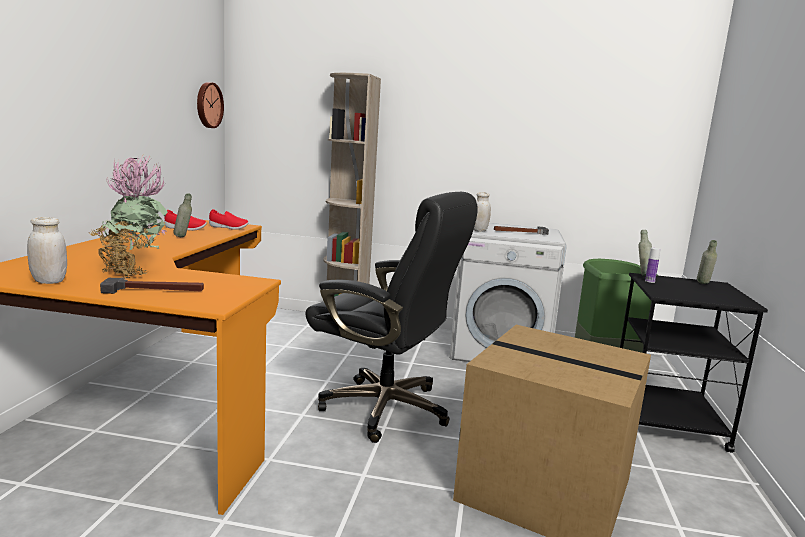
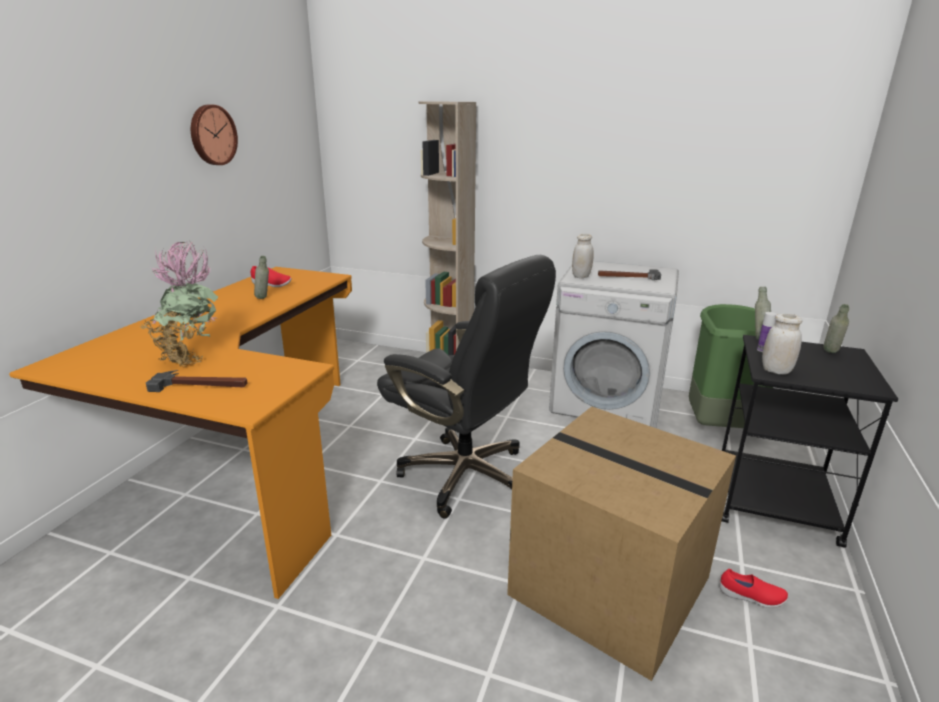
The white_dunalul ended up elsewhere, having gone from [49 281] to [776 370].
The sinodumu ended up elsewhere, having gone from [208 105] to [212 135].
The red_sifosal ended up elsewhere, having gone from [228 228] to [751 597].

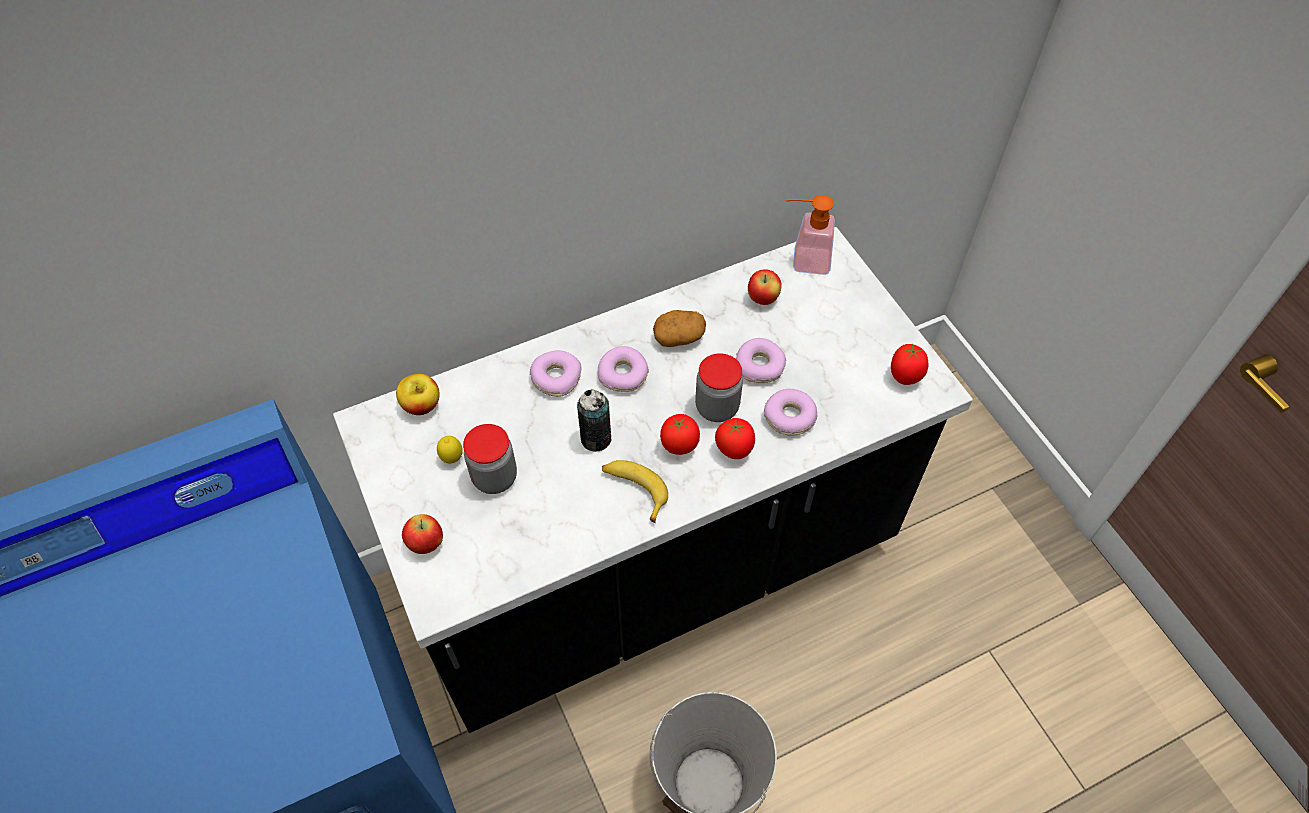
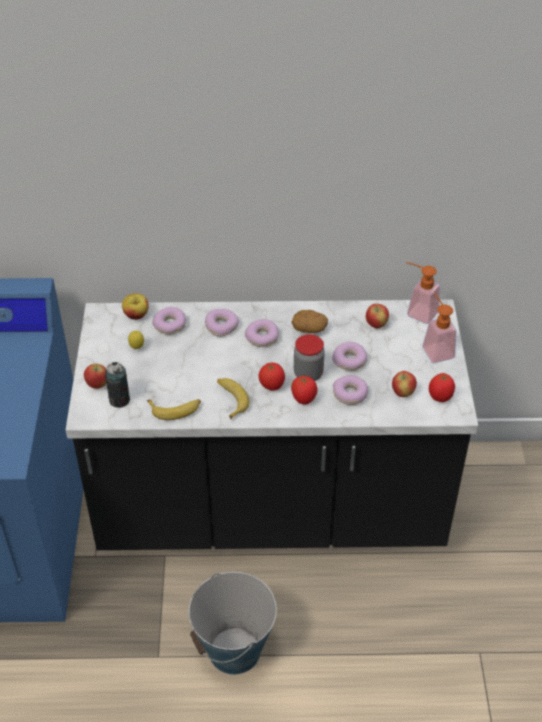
The second view lost the dunalul at [495 477].
The second view gained the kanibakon at [175 410].
The second view gained the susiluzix at [170 325].
The second view gained the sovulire at [403 393].
The second view gained the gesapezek at [435 349].
The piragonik ended up elsewhere, having gone from [596 439] to [119 400].

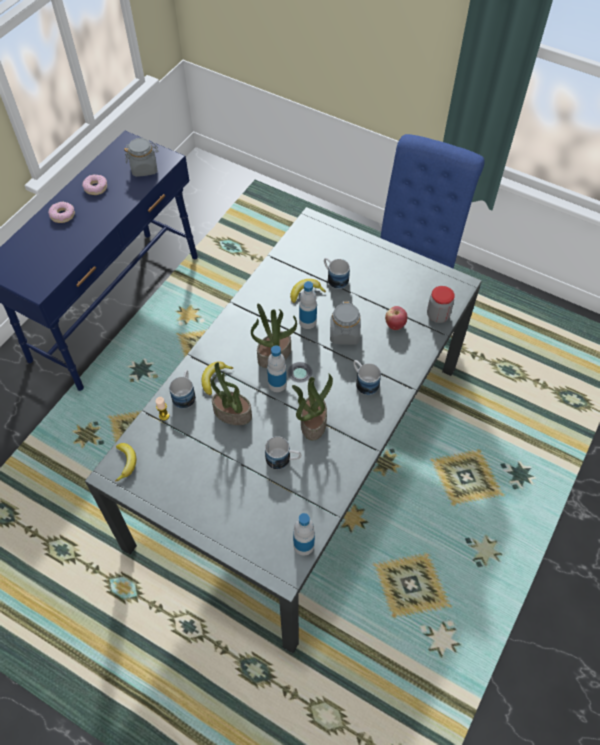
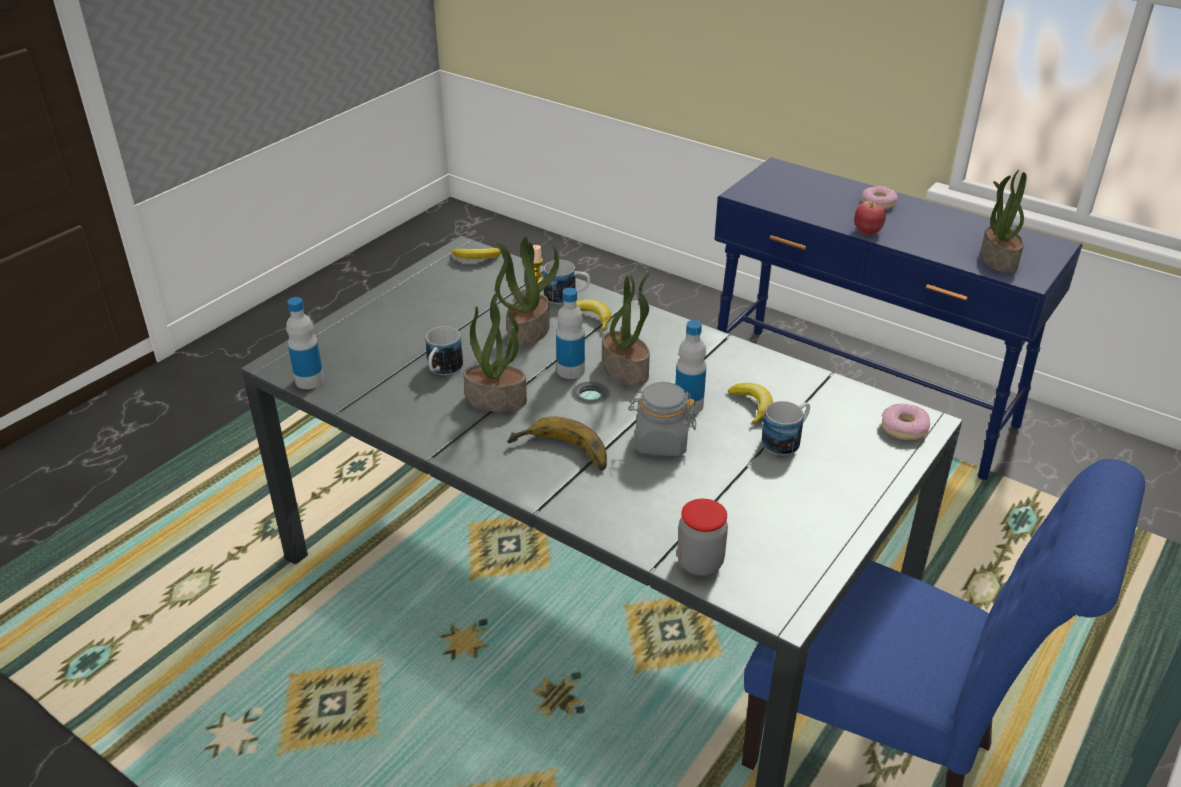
The susiluzix ended up elsewhere, having gone from [96 188] to [904 428].
The sovulire ended up elsewhere, having gone from [395 325] to [867 231].
Where the grey_dunalul stood at [144 168], the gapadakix came to stand at [997 259].
Where the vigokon stood at [364 382], the kanibakon came to stand at [560 455].

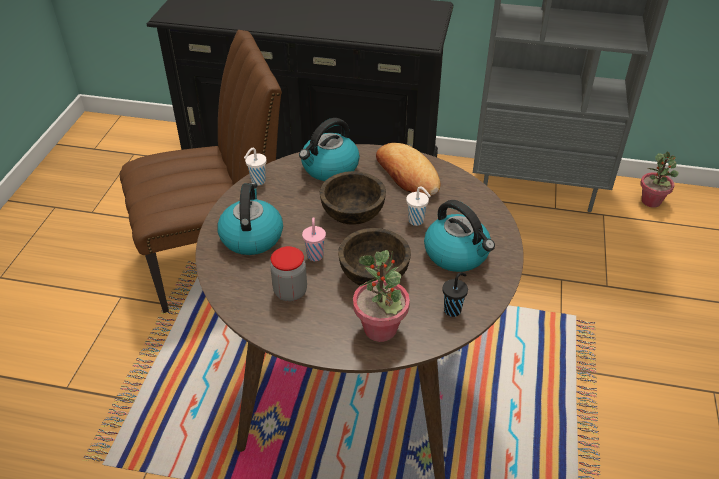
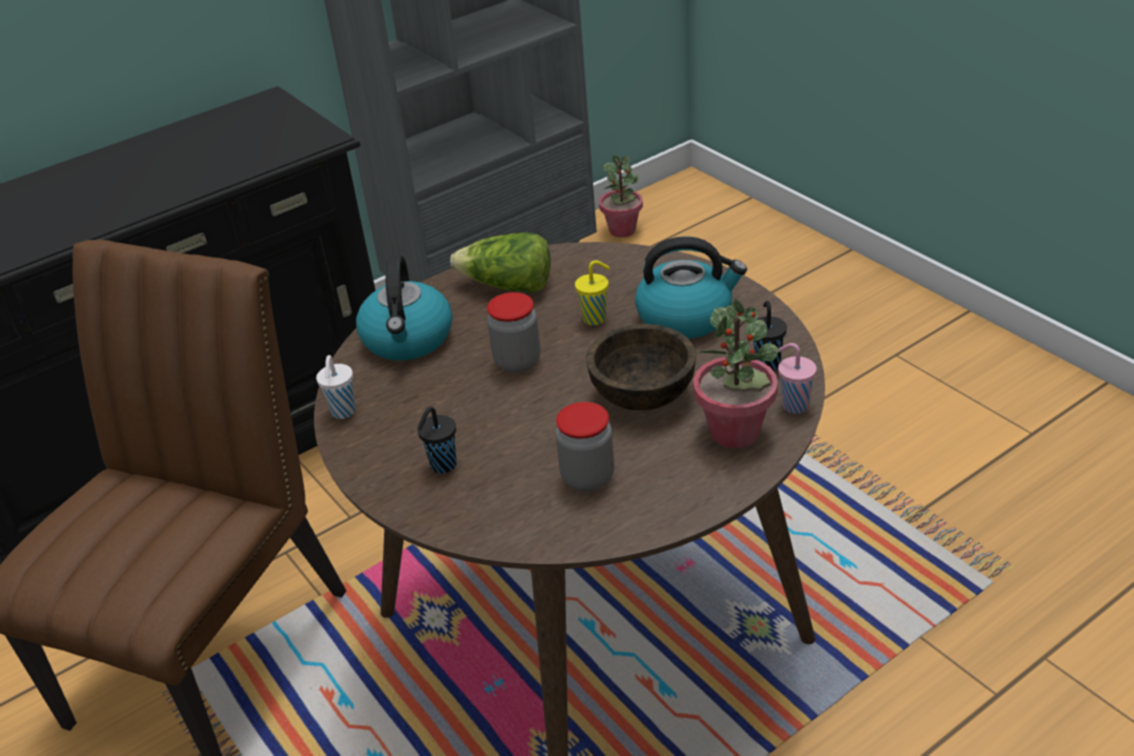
The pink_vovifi ended up elsewhere, having gone from [315 255] to [793 405].
Where the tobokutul stood at [251 236], the black_vovifi came to stand at [442 466].
Where the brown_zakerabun stood at [352 214], the dunalul came to stand at [517 361].
Where the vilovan stood at [407 175], the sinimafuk came to stand at [508 286].
What was the white_vovifi at [417 221] turned into the yellow_vovifi at [596 318].

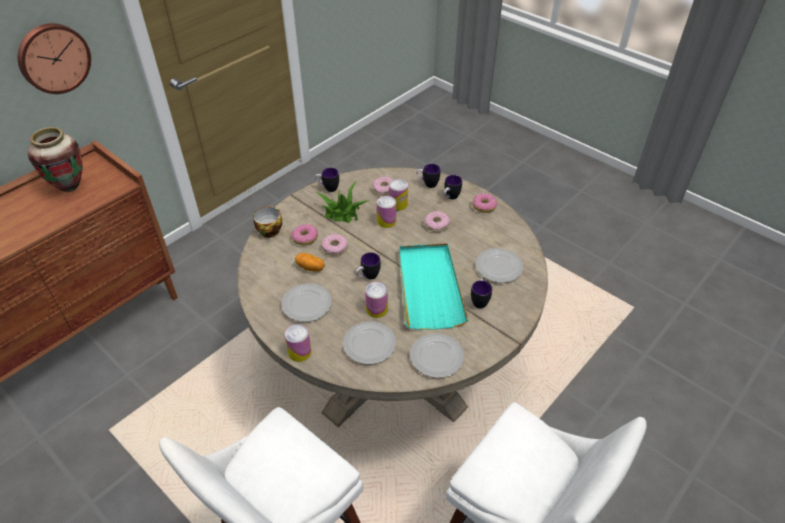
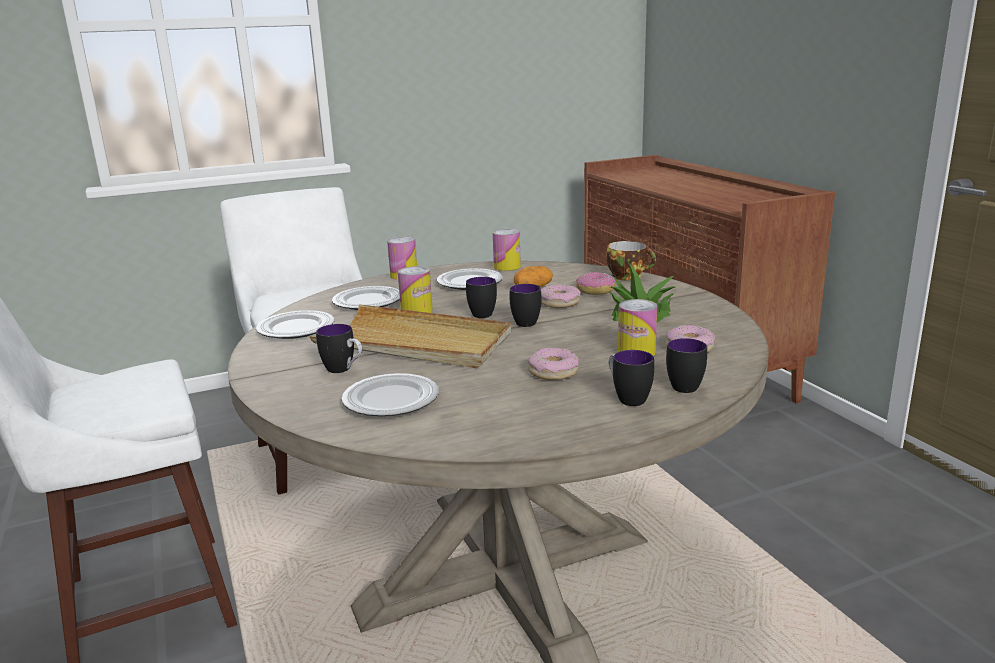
The second view lost the sinodumu at [53 58].
The second view lost the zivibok at [70 187].
The second view lost the susiluzix at [484 206].
The vigokon ended up elsewhere, having gone from [328 188] to [529 321].
The piragonik ended up elsewhere, having gone from [386 221] to [507 267].
What was the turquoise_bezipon at [429 287] turned into the beige_bezipon at [415 343].

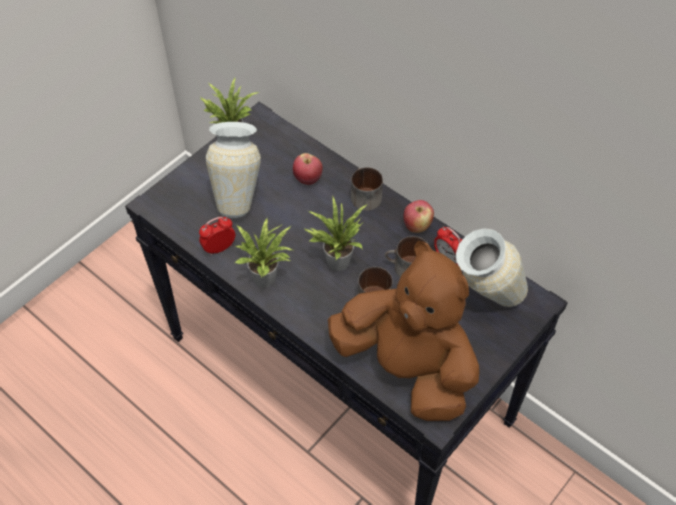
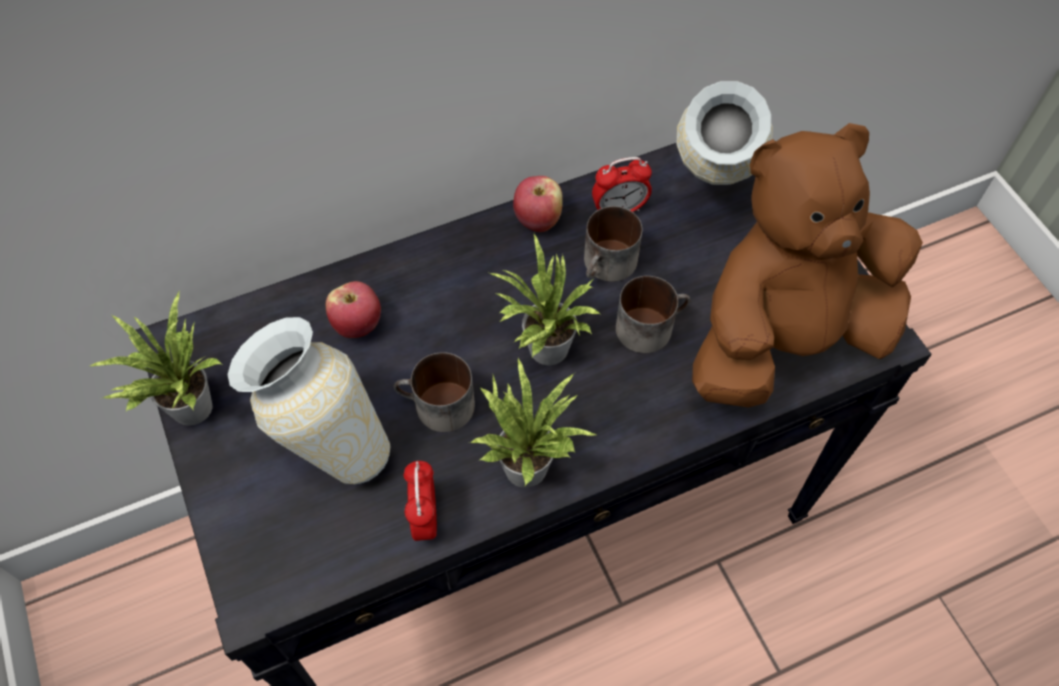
The vigokon ended up elsewhere, having gone from [363 195] to [436 407].

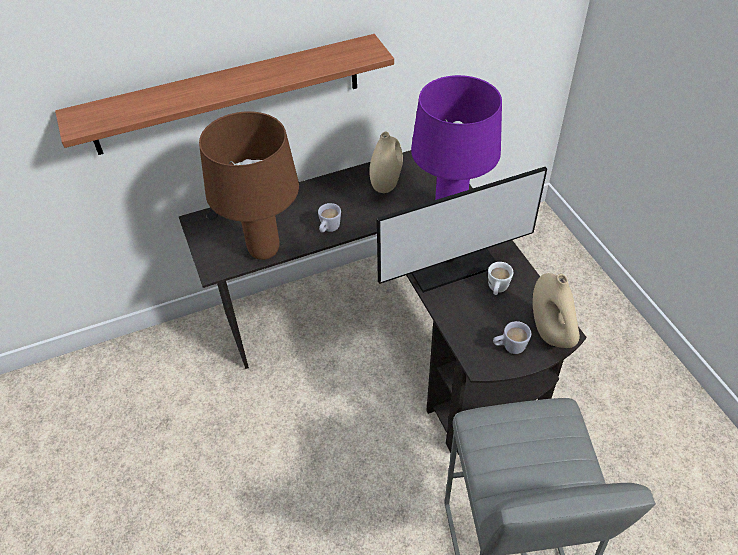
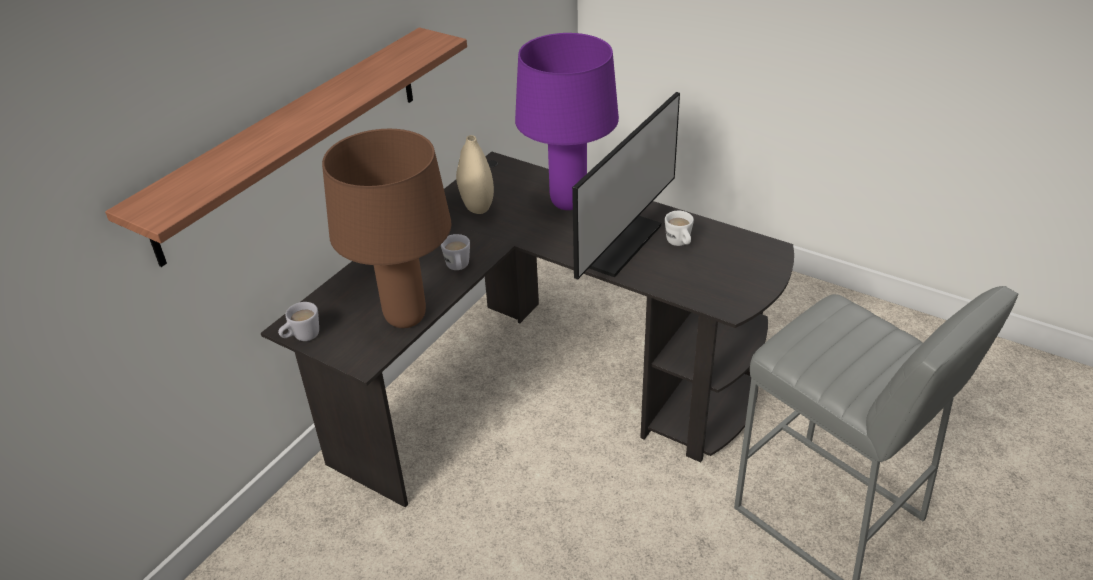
The second view lost the beige_zivibok at [550 332].
The white_vigokon ended up elsewhere, having gone from [509 347] to [302 337].

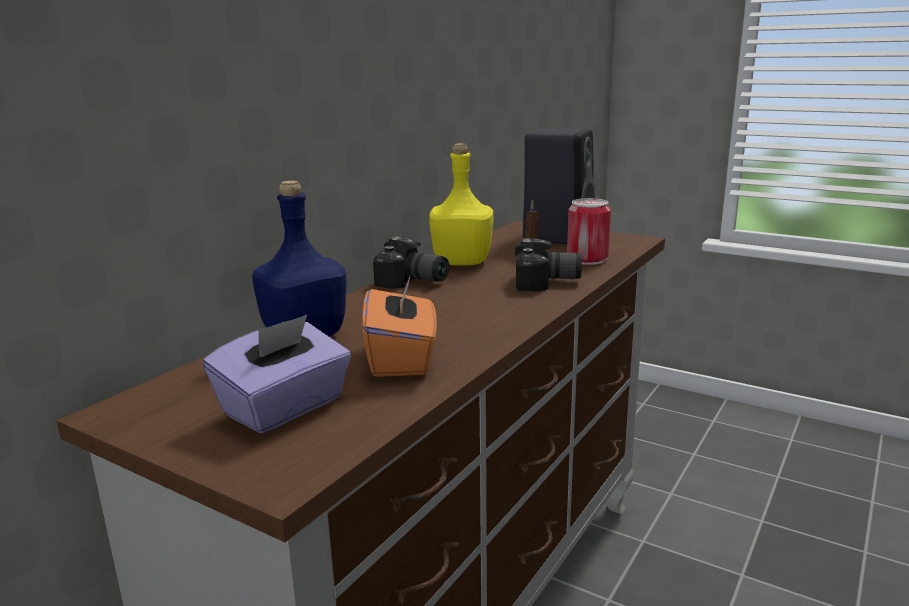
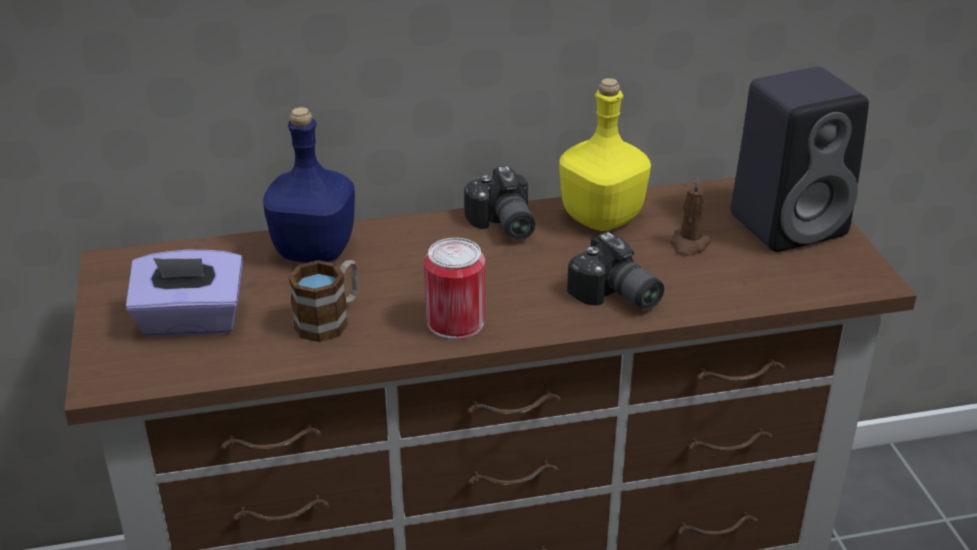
The piragonik ended up elsewhere, having gone from [587 259] to [455 322].
Where the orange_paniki stood at [402 359], the vigokon came to stand at [330 319].

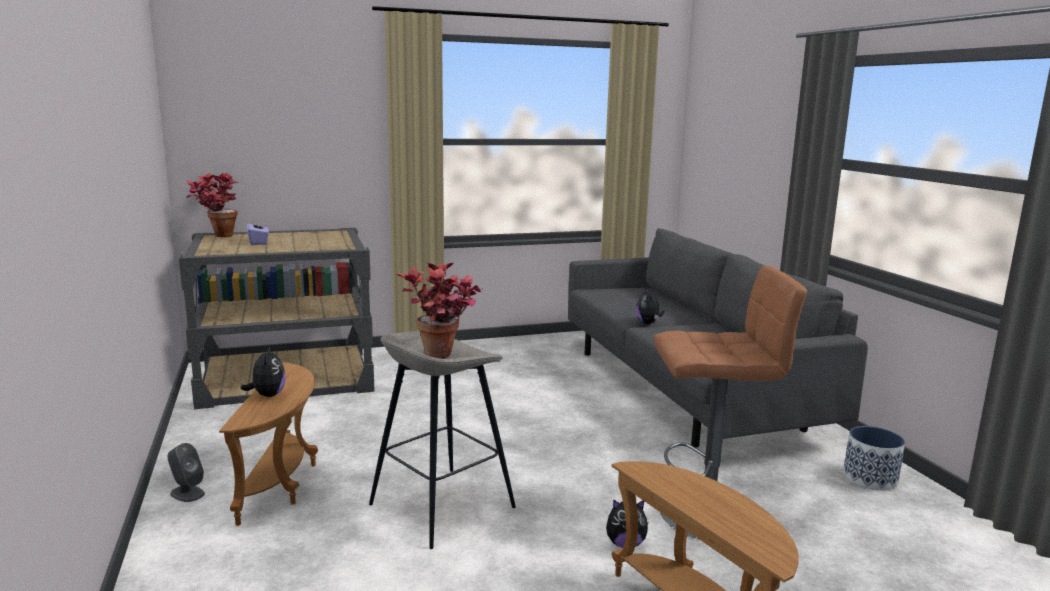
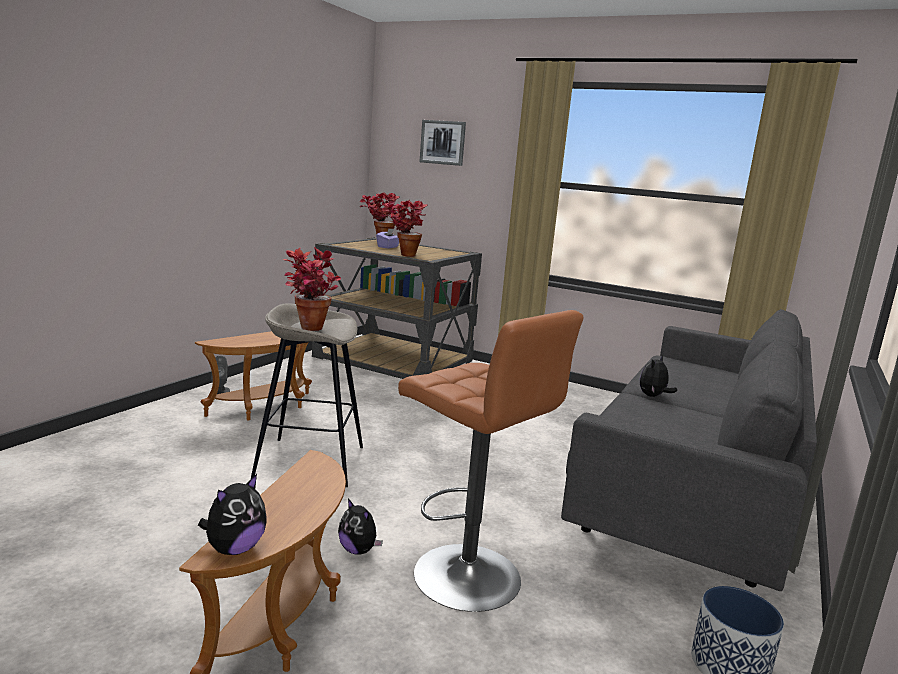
The second view gained the gapadakix at [402 254].
The second view gained the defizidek at [442 142].
The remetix ended up elsewhere, having gone from [267 395] to [234 548].

